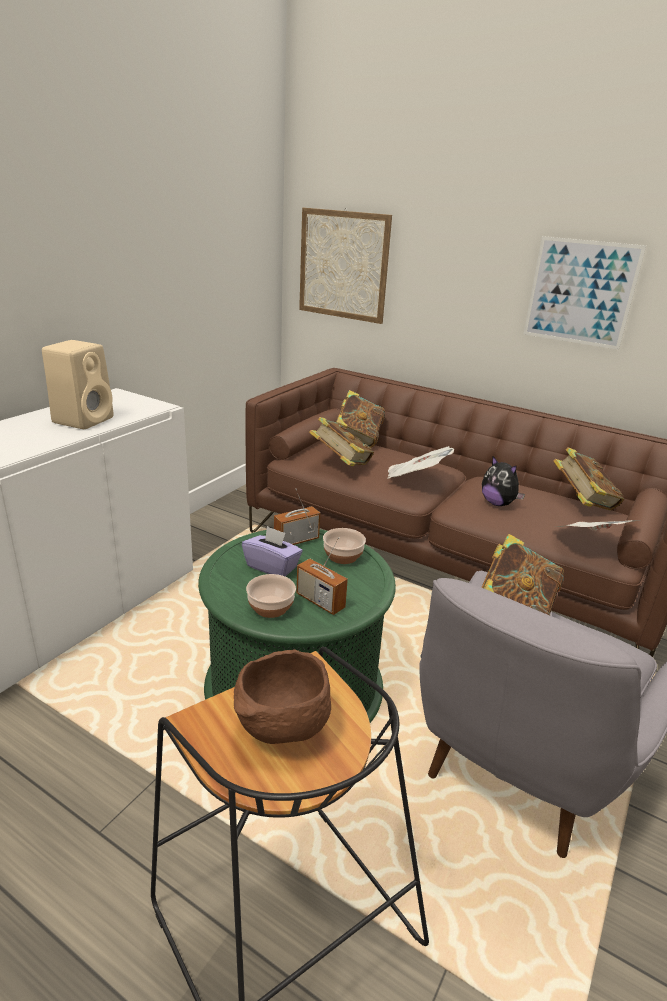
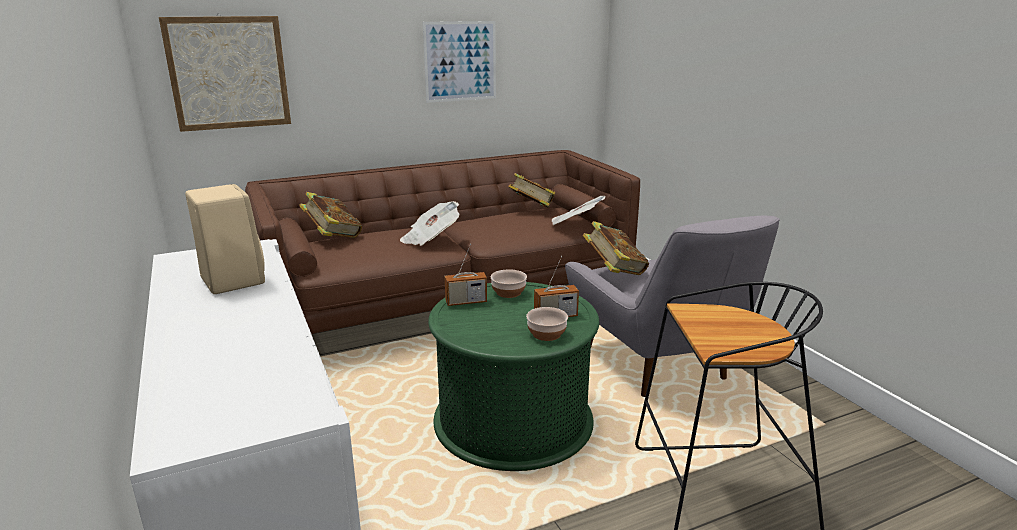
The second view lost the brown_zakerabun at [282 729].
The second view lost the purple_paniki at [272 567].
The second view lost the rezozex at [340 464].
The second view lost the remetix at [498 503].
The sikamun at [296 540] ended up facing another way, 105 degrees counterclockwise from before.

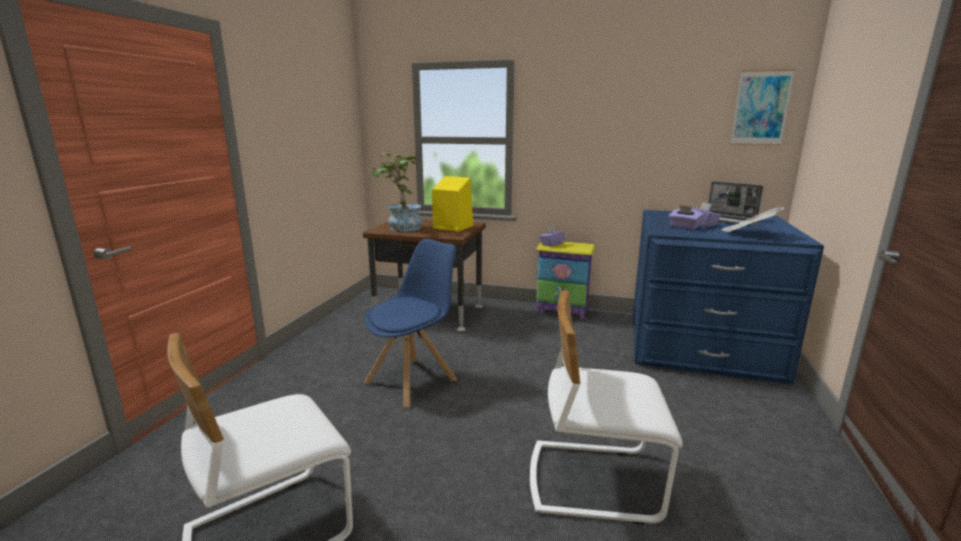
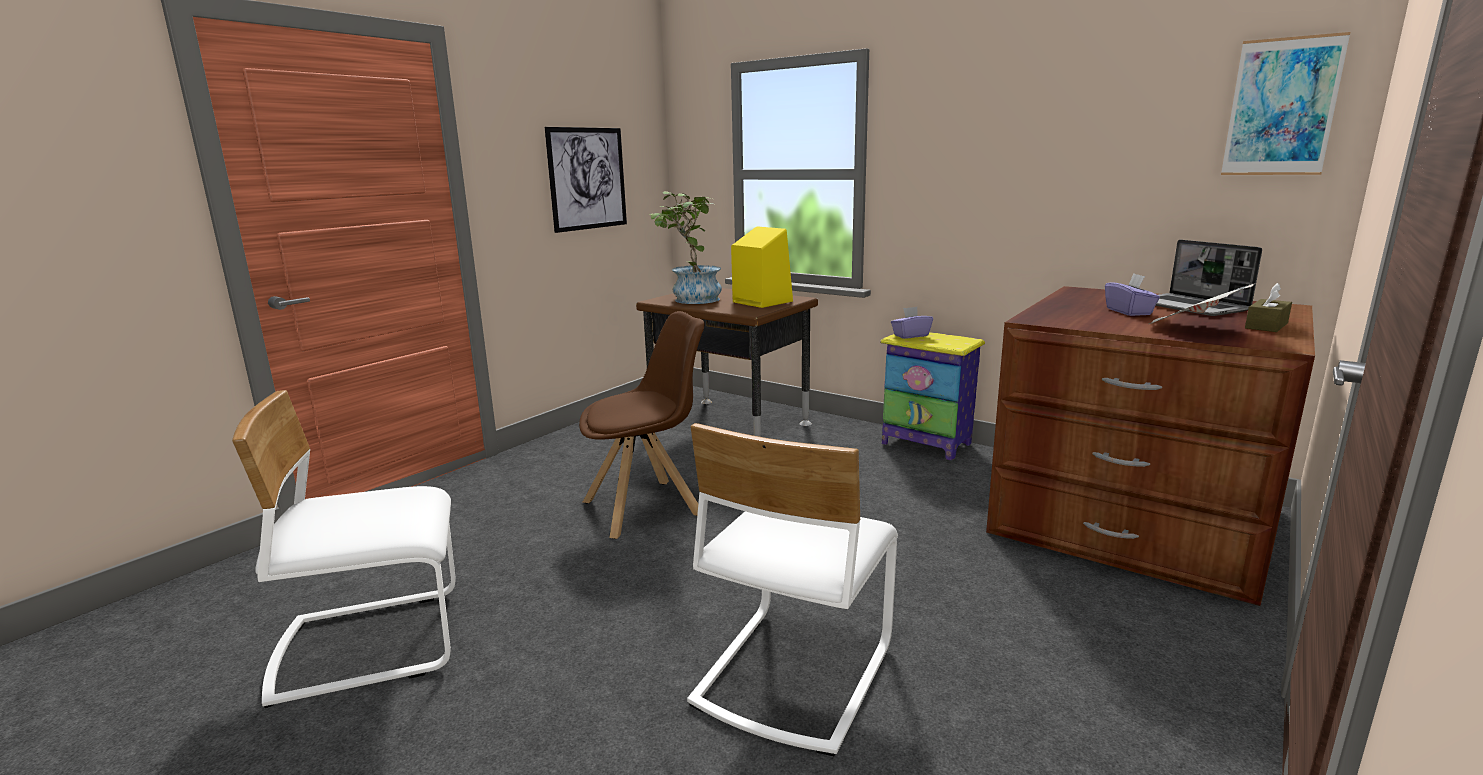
The second view lost the purple_paniki at [683 227].
The second view gained the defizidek at [587 178].
The second view gained the brown_paniki at [1266 326].
What was the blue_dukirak at [414 379] turned into the brown_dukirak at [648 506].
What was the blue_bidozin at [701 344] turned into the brown_bidozin at [1131 520].
The white_dukirak at [593 480] ended up facing another way, 90 degrees counterclockwise from before.

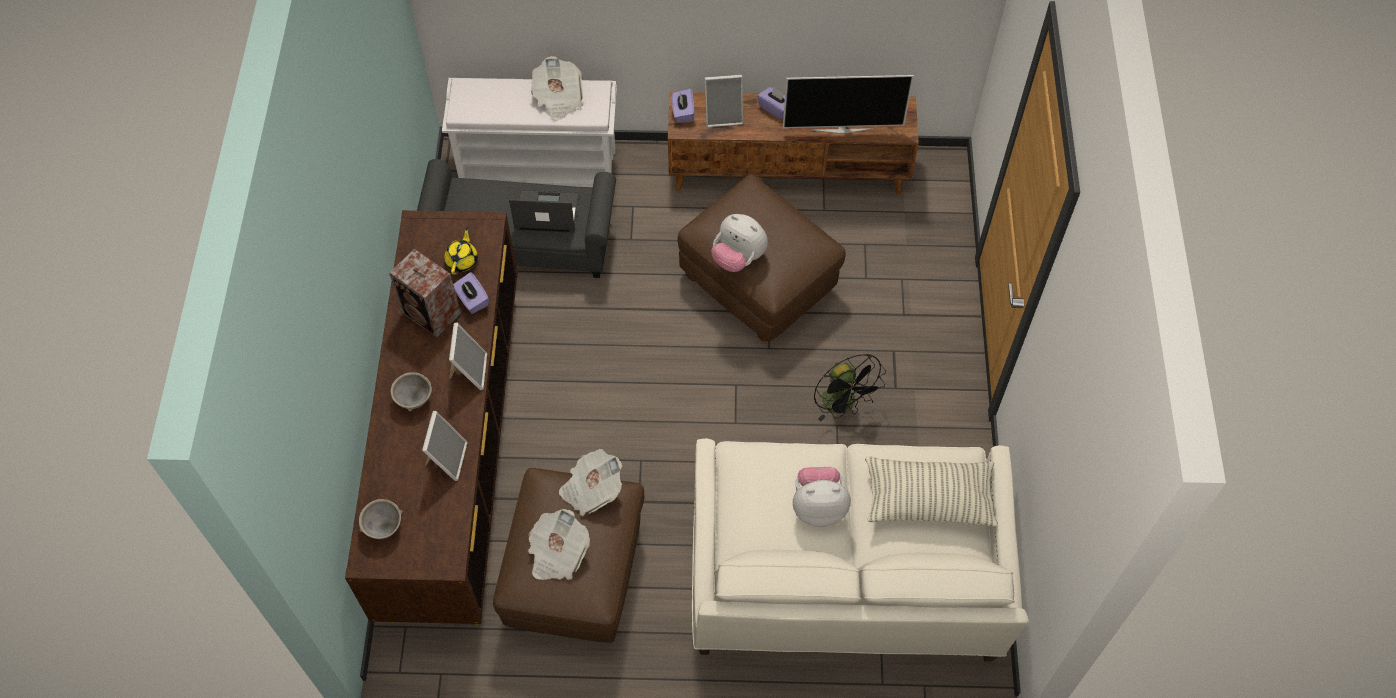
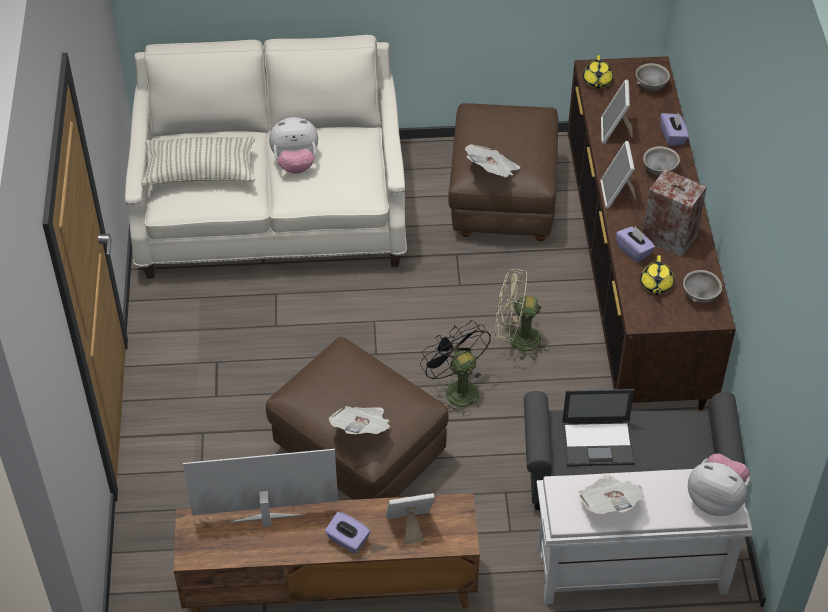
The second view gained the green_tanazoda at [516 340].
The second view gained the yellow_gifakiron at [597 81].
The second view gained the grey_zakerabun at [700 296].
The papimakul ended up elsewhere, having gone from [557 553] to [362 429].
The purple_paniki ended up elsewhere, having gone from [683 113] to [673 136].
The remetix ended up elsewhere, having gone from [738 258] to [716 499].
The black_tanazoda ended up elsewhere, having gone from [843 405] to [456 389].

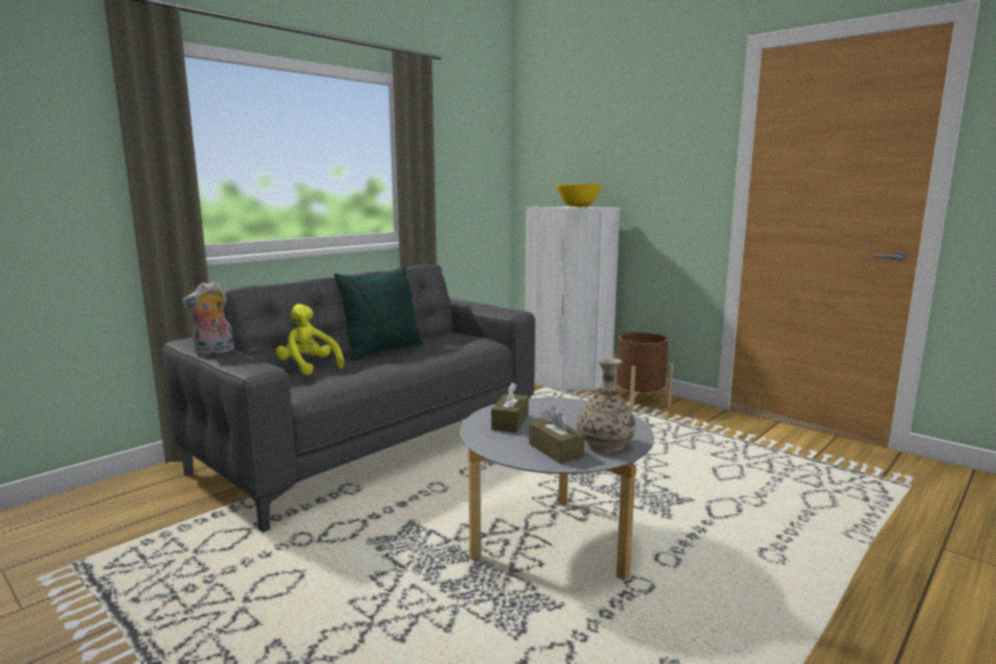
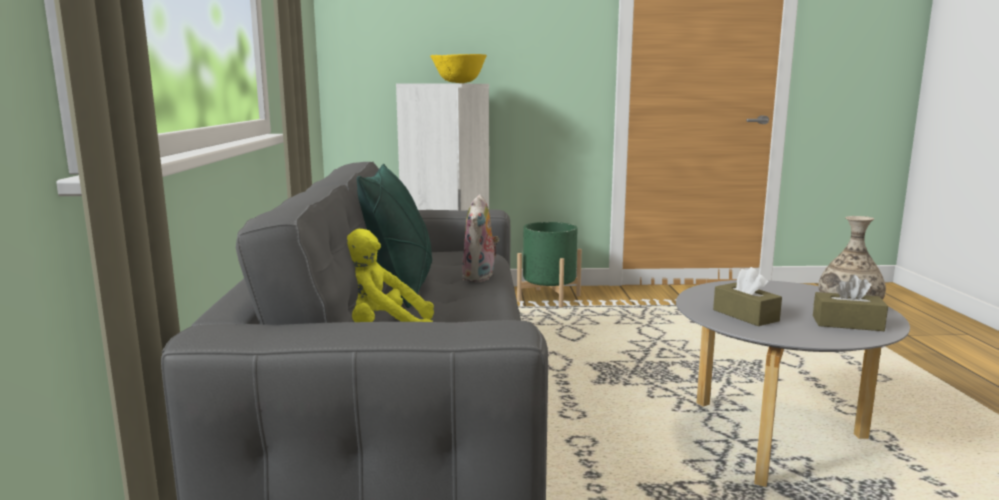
The remetix ended up elsewhere, having gone from [214 352] to [480 277].
What was the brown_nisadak at [639 402] turned into the green_nisadak at [549 298].

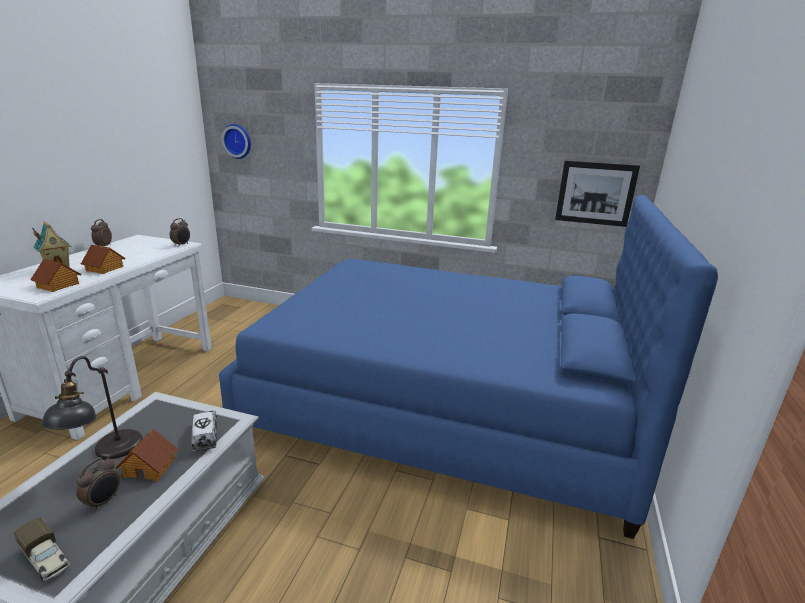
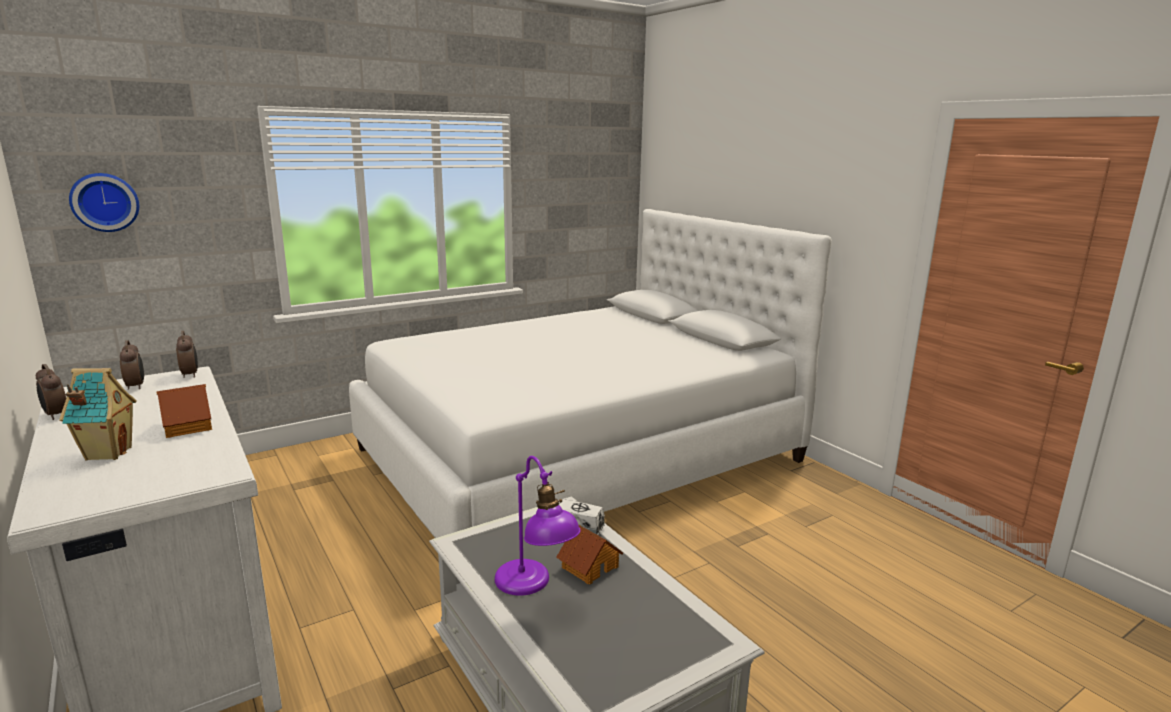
The second view lost the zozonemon at [46 560].
The second view lost the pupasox at [58 285].
The second view lost the defizidek at [595 193].
The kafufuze ended up elsewhere, having gone from [104 501] to [136 386].
What was the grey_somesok at [104 457] turned into the purple_somesok at [536 590].
What was the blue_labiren at [442 402] turned into the white_labiren at [580 455].

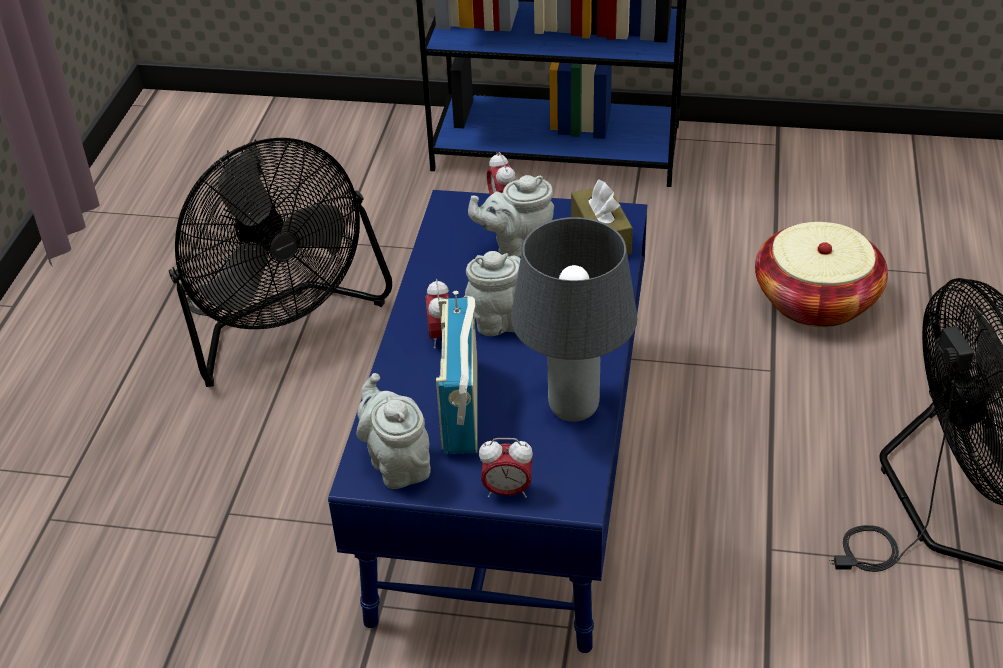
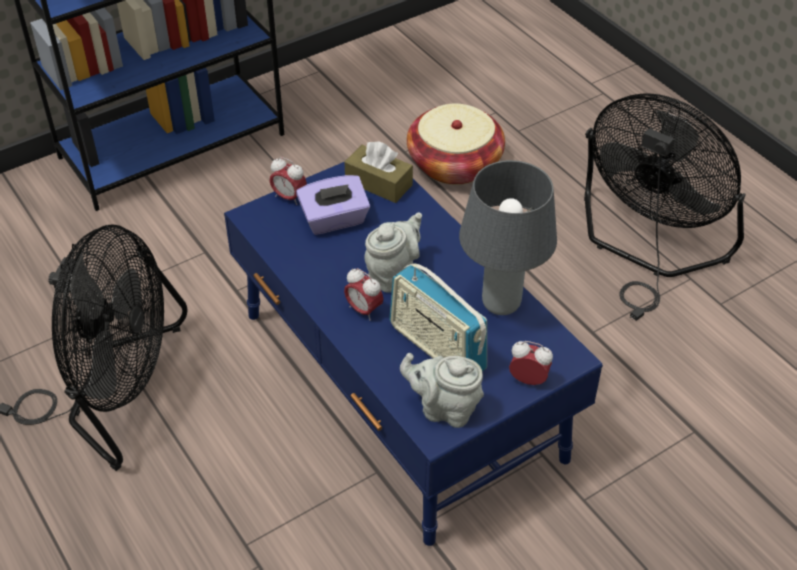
Where the grey_gifakiron stood at [517 246], the purple_paniki came to stand at [334 220].
The kafufuze at [507 491] ended up facing another way, 120 degrees counterclockwise from before.

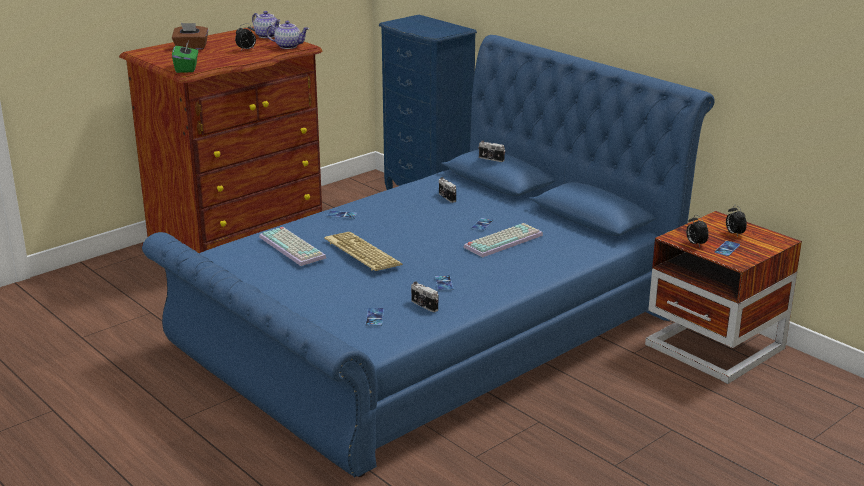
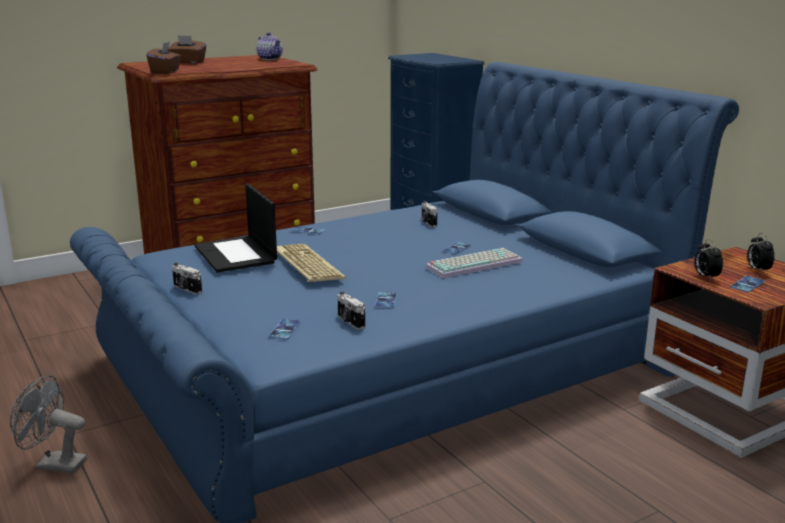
The second view lost the kafufuze at [246 50].
The second view lost the gifakiron at [288 46].
The second view gained the grey_tanazoda at [53 464].
The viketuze ended up elsewhere, having gone from [491 159] to [186 289].
Where the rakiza stood at [294 247], the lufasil came to stand at [236 254].
What was the green_paniki at [186 68] turned into the brown_paniki at [165 72].

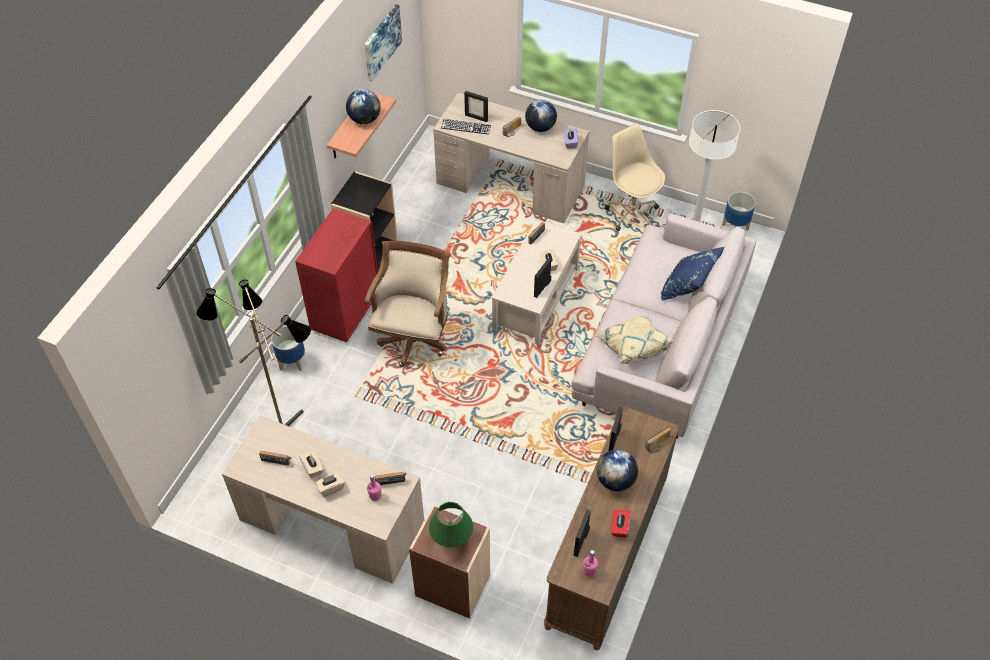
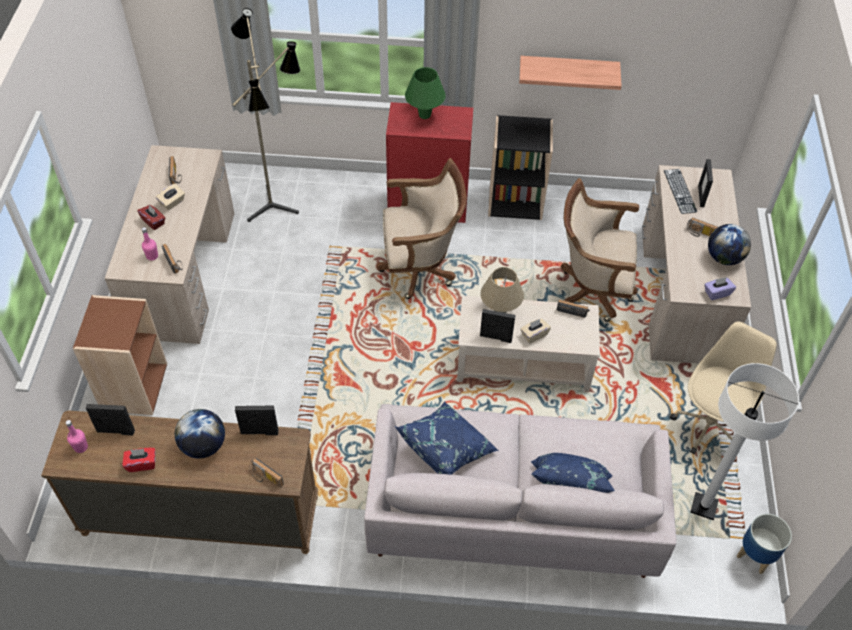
The second view lost the nisadak at [292 362].
The second view lost the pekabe at [364 119].
The second view lost the defizidek at [381 42].
The second view gained the beige_somesok at [500 311].
The second view gained the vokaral at [590 292].
The green_somesok ended up elsewhere, having gone from [451 539] to [424 115].
What was the beige_paniki at [331 488] turned into the red_paniki at [153 222].
What was the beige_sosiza at [633 346] turned into the blue_sosiza at [447 448].

